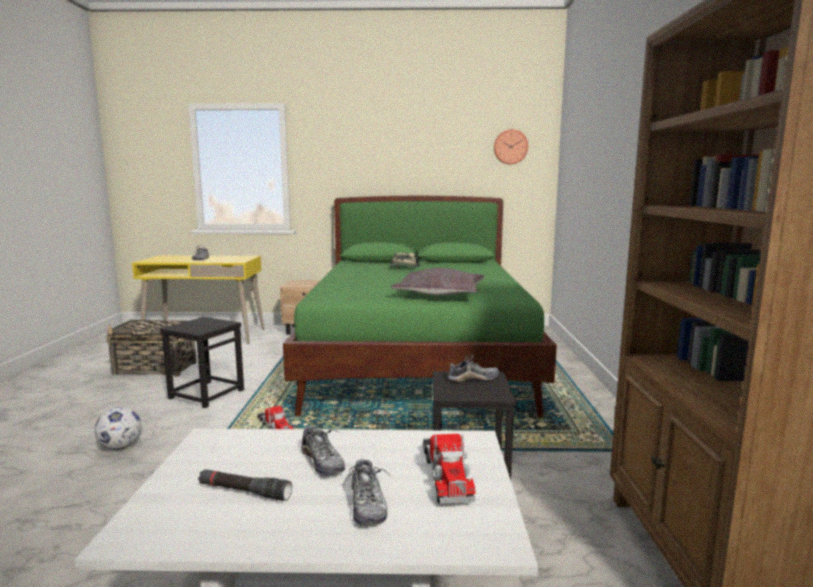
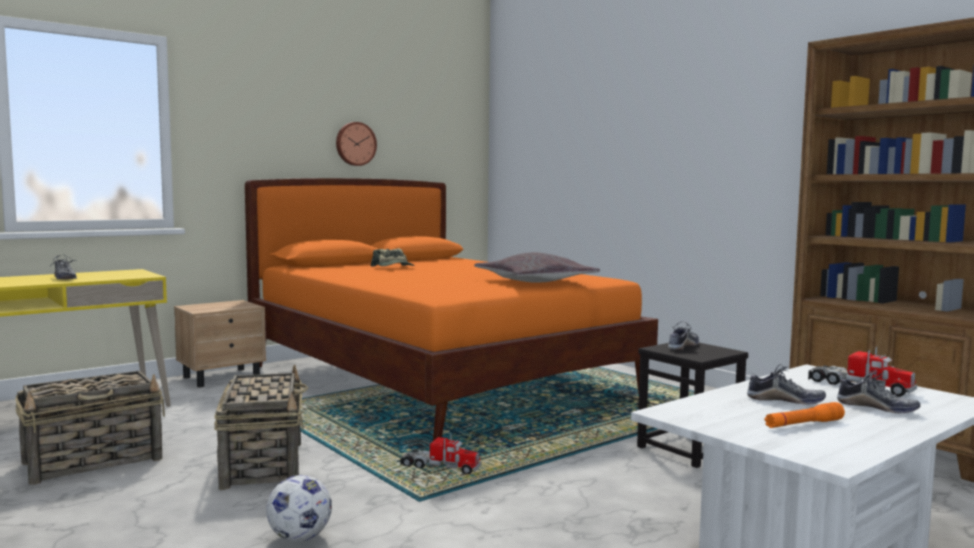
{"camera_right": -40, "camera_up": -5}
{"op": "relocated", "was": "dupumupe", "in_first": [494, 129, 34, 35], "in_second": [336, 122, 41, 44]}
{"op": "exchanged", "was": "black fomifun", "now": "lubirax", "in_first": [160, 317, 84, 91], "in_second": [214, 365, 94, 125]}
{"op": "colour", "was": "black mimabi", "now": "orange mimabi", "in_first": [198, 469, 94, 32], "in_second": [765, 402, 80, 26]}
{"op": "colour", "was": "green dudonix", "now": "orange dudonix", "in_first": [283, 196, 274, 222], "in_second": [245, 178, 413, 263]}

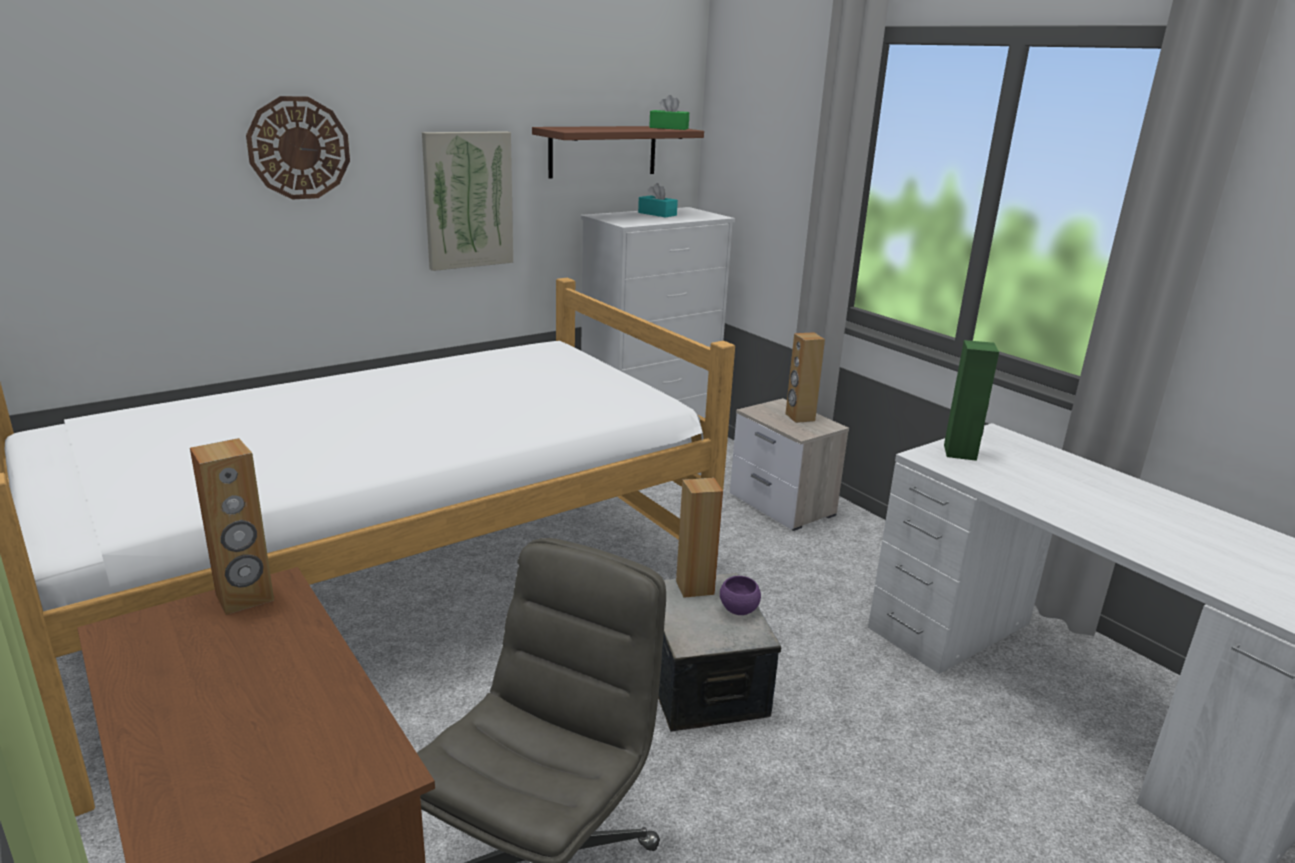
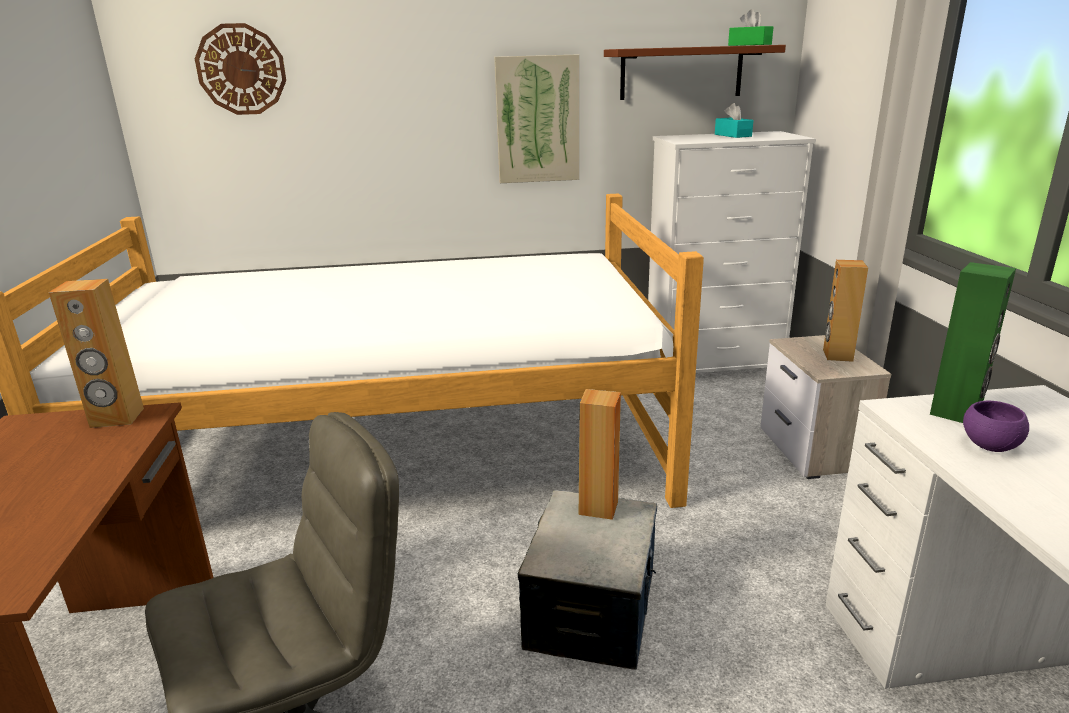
{"camera_right": 30, "camera_up": 0}
{"op": "relocated", "was": "dupumupe", "in_first": [246, 96, 104, 104], "in_second": [195, 23, 91, 92]}
{"op": "relocated", "was": "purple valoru", "in_first": [720, 576, 41, 39], "in_second": [963, 400, 66, 52]}

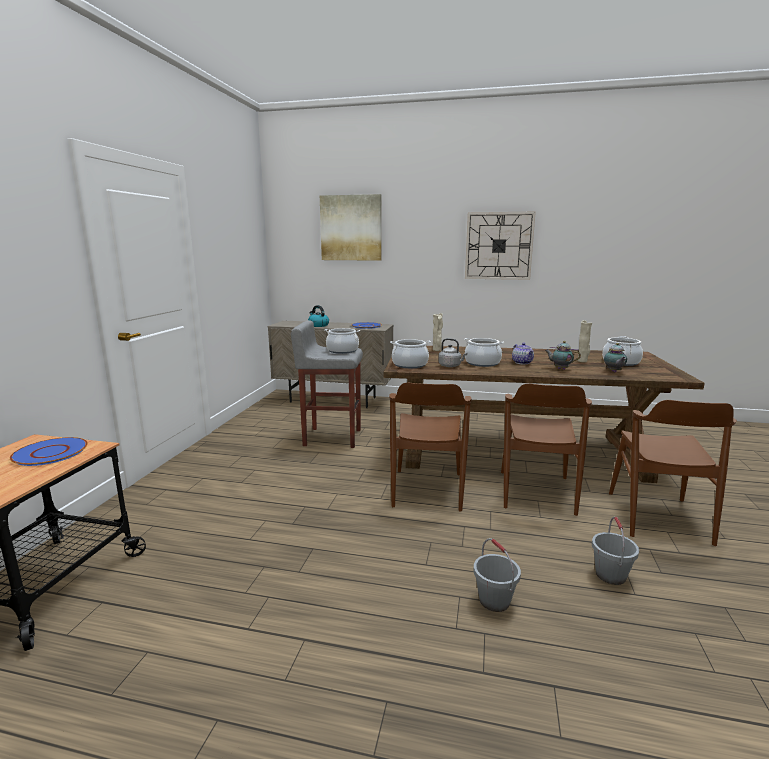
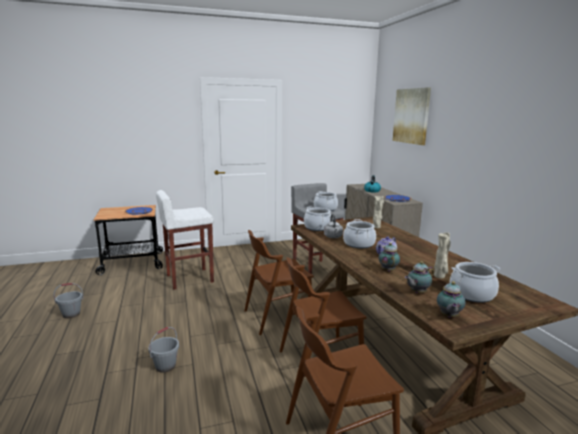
{"camera_right": 60, "camera_up": 0}
{"op": "missing", "was": "dupumupe", "in_first": [465, 211, 71, 69]}
{"op": "appeared", "now": "white fomifun", "in_second": [156, 190, 58, 100]}
{"op": "appeared", "now": "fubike", "in_second": [437, 281, 29, 37]}
{"op": "relocated", "was": "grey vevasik", "in_first": [592, 517, 47, 68], "in_second": [54, 283, 30, 35]}

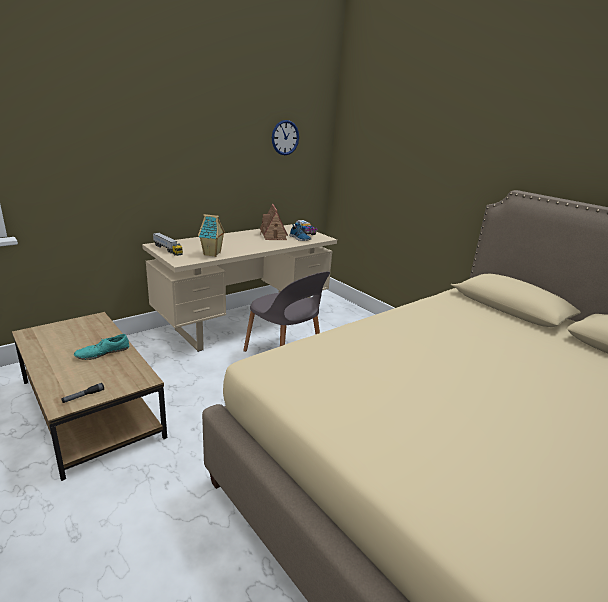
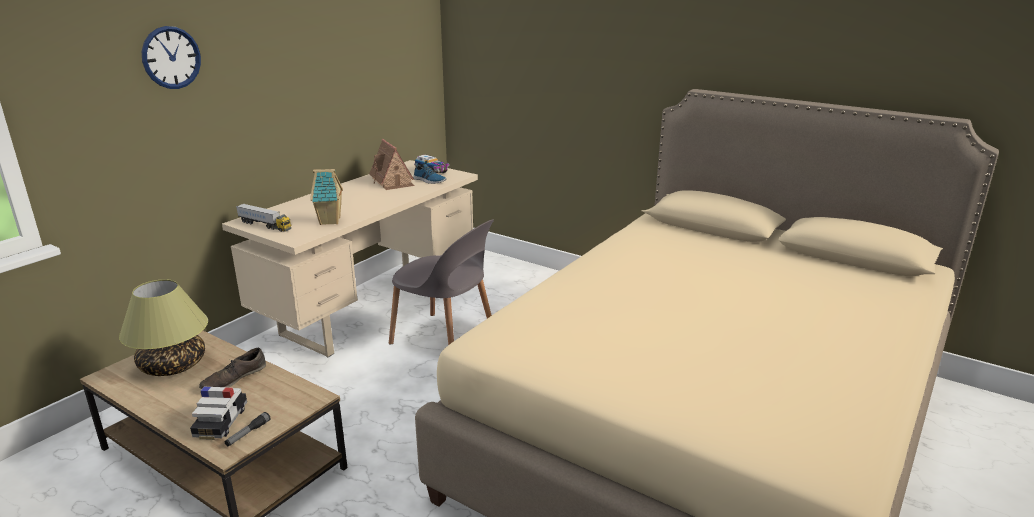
{"camera_right": -15, "camera_up": 0}
{"op": "appeared", "now": "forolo", "in_second": [119, 279, 89, 97]}
{"op": "appeared", "now": "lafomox", "in_second": [190, 387, 57, 53]}
{"op": "relocated", "was": "dupumupe", "in_first": [272, 120, 27, 35], "in_second": [142, 26, 59, 63]}
{"op": "colour", "was": "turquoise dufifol", "now": "brown dufifol", "in_first": [74, 334, 55, 26], "in_second": [199, 348, 67, 41]}

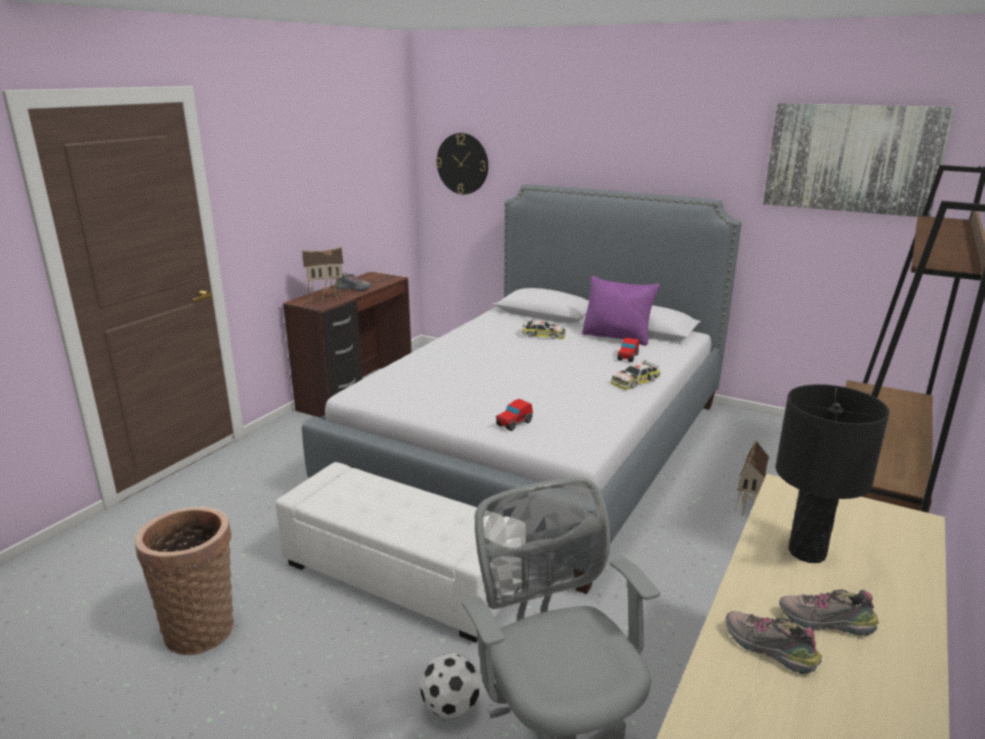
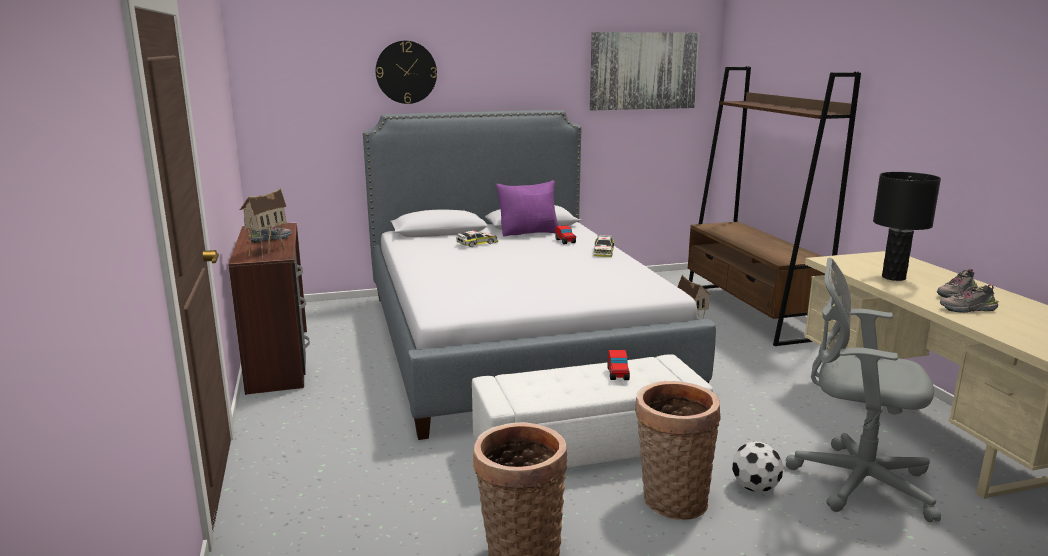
{"camera_right": -45, "camera_up": -5}
{"op": "appeared", "now": "lubirax", "in_second": [635, 381, 86, 139]}
{"op": "relocated", "was": "dupumupe", "in_first": [436, 133, 52, 61], "in_second": [375, 41, 62, 63]}
{"op": "relocated", "was": "lafomox", "in_first": [496, 399, 37, 32], "in_second": [607, 350, 23, 30]}

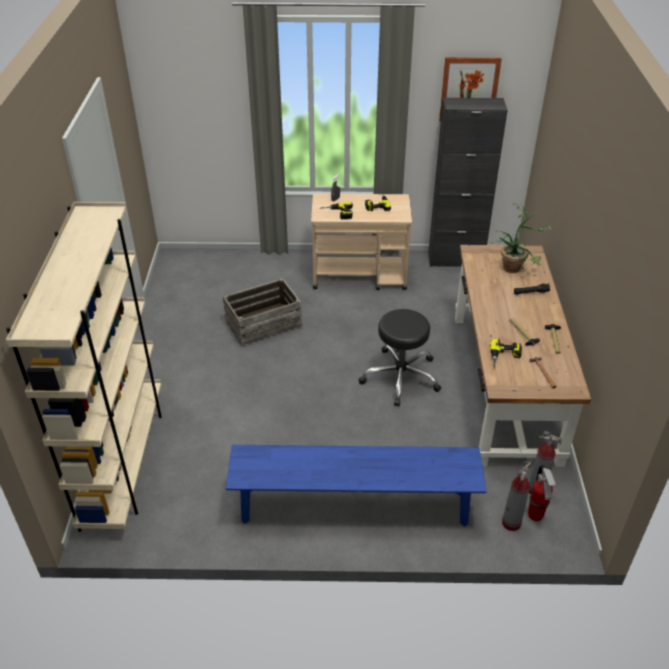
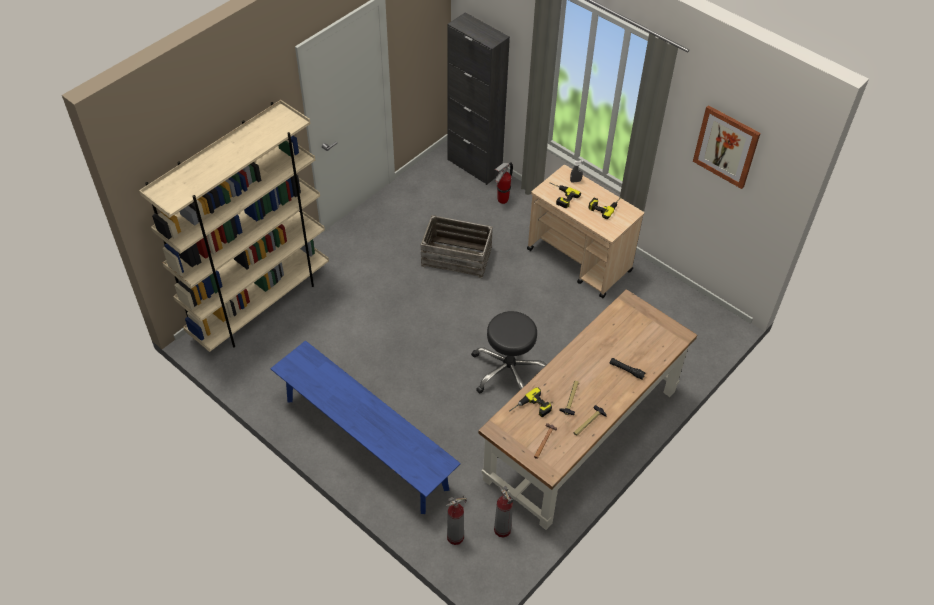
{"camera_right": 40, "camera_up": 10}
{"op": "missing", "was": "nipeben", "in_first": [490, 203, 62, 70]}
{"op": "relocated", "was": "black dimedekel", "in_first": [428, 98, 80, 169], "in_second": [447, 12, 63, 173]}
{"op": "relocated", "was": "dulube", "in_first": [528, 465, 28, 56], "in_second": [495, 162, 18, 42]}

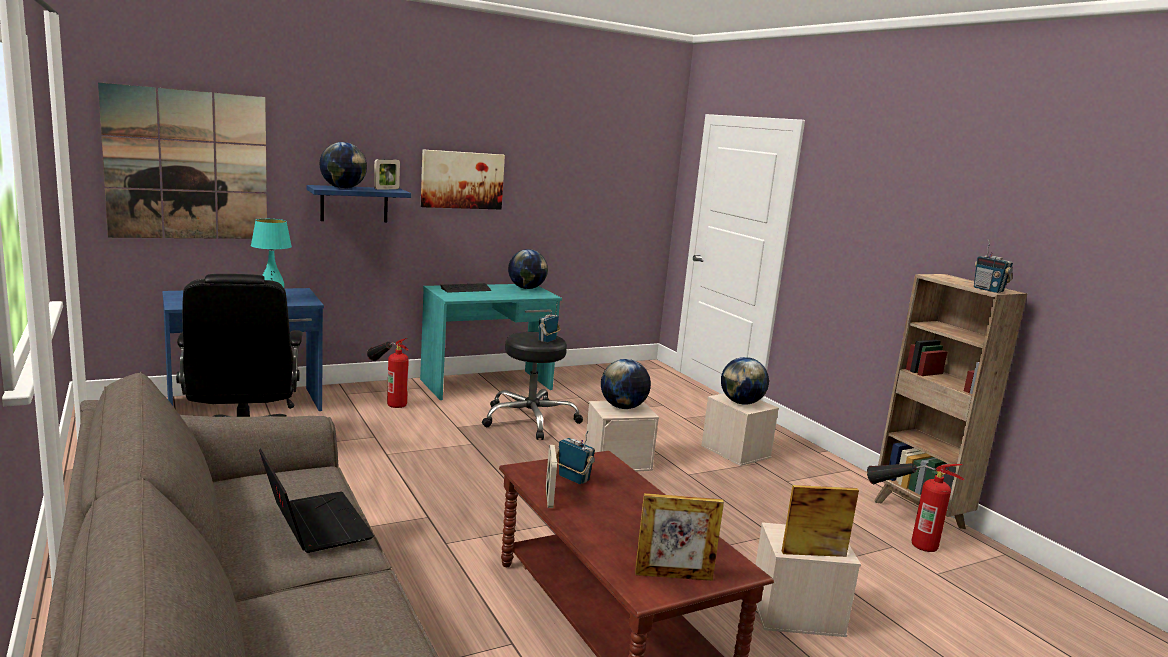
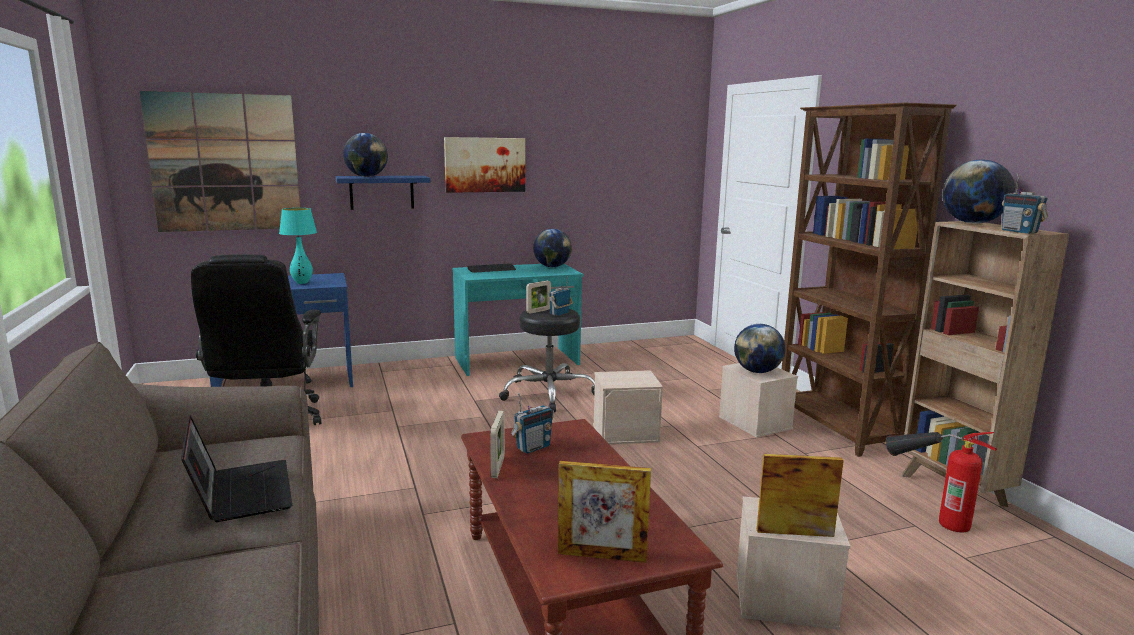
{"camera_right": 10, "camera_up": 0}
{"op": "missing", "was": "dulube", "in_first": [367, 338, 42, 70]}
{"op": "appeared", "now": "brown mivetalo", "in_second": [782, 102, 175, 355]}
{"op": "relocated", "was": "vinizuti", "in_first": [374, 159, 26, 31], "in_second": [526, 280, 25, 34]}
{"op": "relocated", "was": "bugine", "in_first": [601, 359, 50, 50], "in_second": [942, 160, 73, 64]}
{"op": "spun", "was": "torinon", "in_first": [556, 430, 39, 54], "in_second": [511, 393, 42, 61], "clockwise": 90}

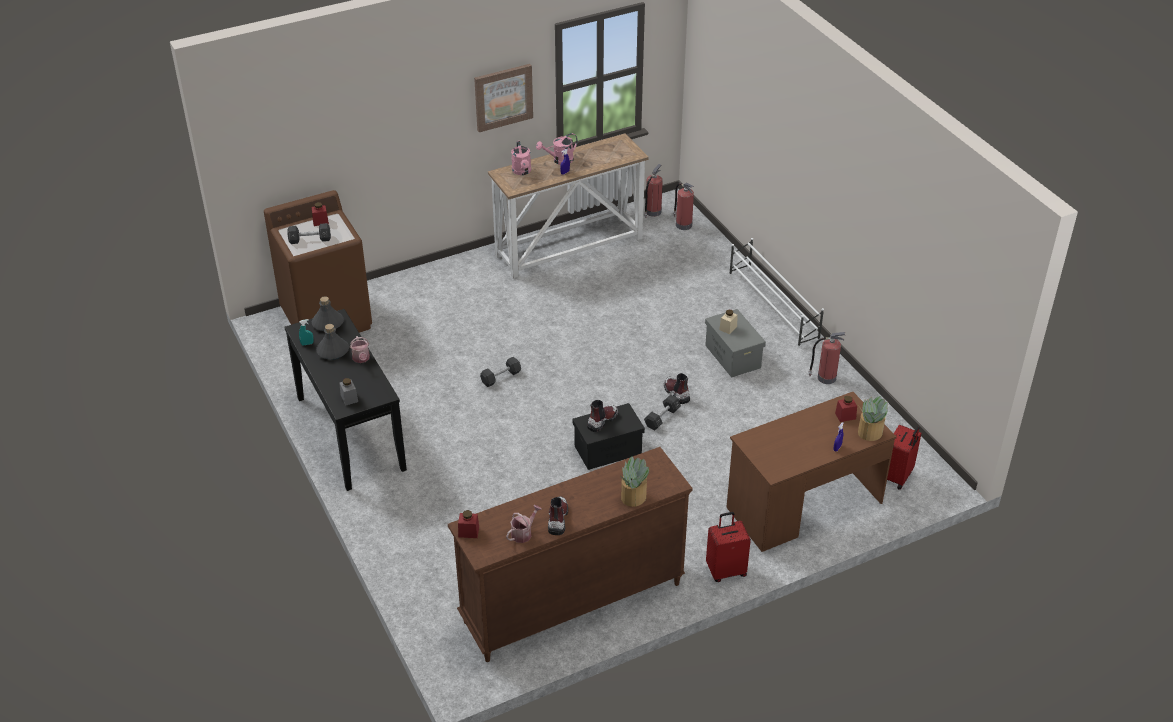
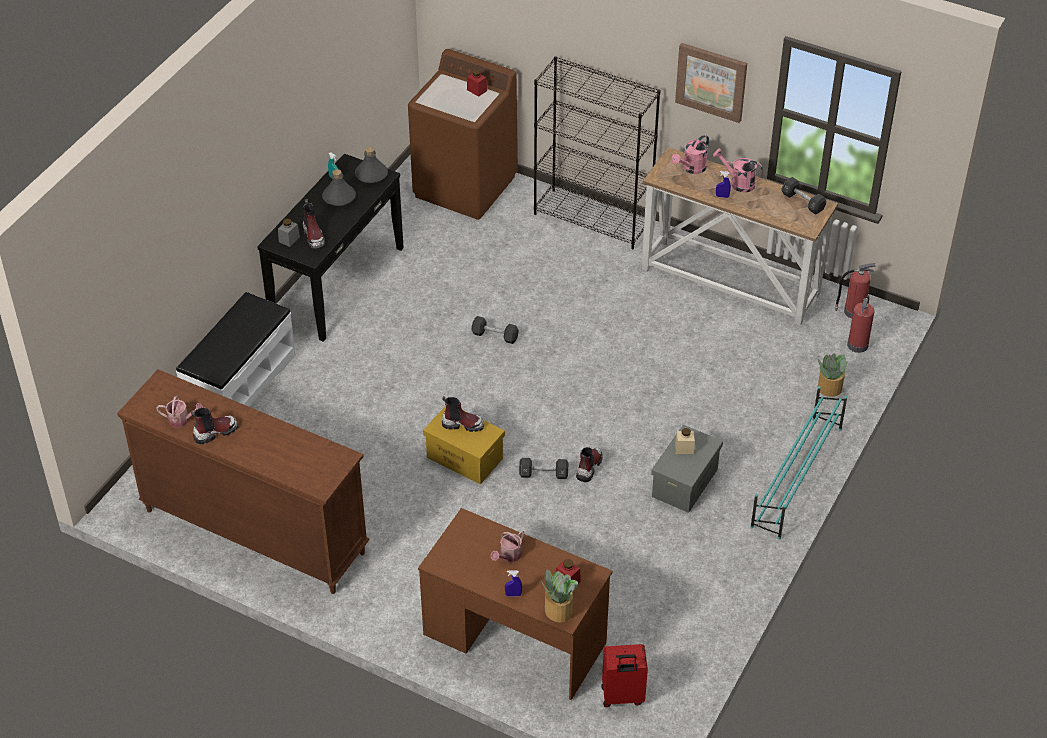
{"camera_right": 55, "camera_up": 5}
{"op": "missing", "was": "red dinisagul", "in_first": [458, 510, 21, 28]}
{"op": "missing", "was": "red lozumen", "in_first": [706, 512, 45, 70]}
{"op": "missing", "was": "dulube", "in_first": [808, 332, 37, 52]}
{"op": "appeared", "now": "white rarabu", "in_second": [176, 292, 120, 115]}
{"op": "appeared", "now": "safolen", "in_second": [302, 199, 23, 51]}
{"op": "appeared", "now": "black mivetalo", "in_second": [534, 56, 127, 193]}
{"op": "relocated", "was": "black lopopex", "in_first": [287, 223, 44, 21], "in_second": [781, 177, 46, 38]}
{"op": "relocated", "was": "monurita", "in_first": [350, 336, 20, 27], "in_second": [491, 530, 34, 32]}
{"op": "relocated", "was": "nipeben", "in_first": [620, 456, 29, 51], "in_second": [818, 353, 30, 44]}
{"op": "colour", "was": "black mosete", "now": "yellow mosete", "in_first": [572, 403, 73, 67], "in_second": [423, 406, 82, 78]}
{"op": "colour", "was": "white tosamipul", "now": "turquoise tosamipul", "in_first": [729, 238, 95, 110], "in_second": [750, 386, 97, 153]}

